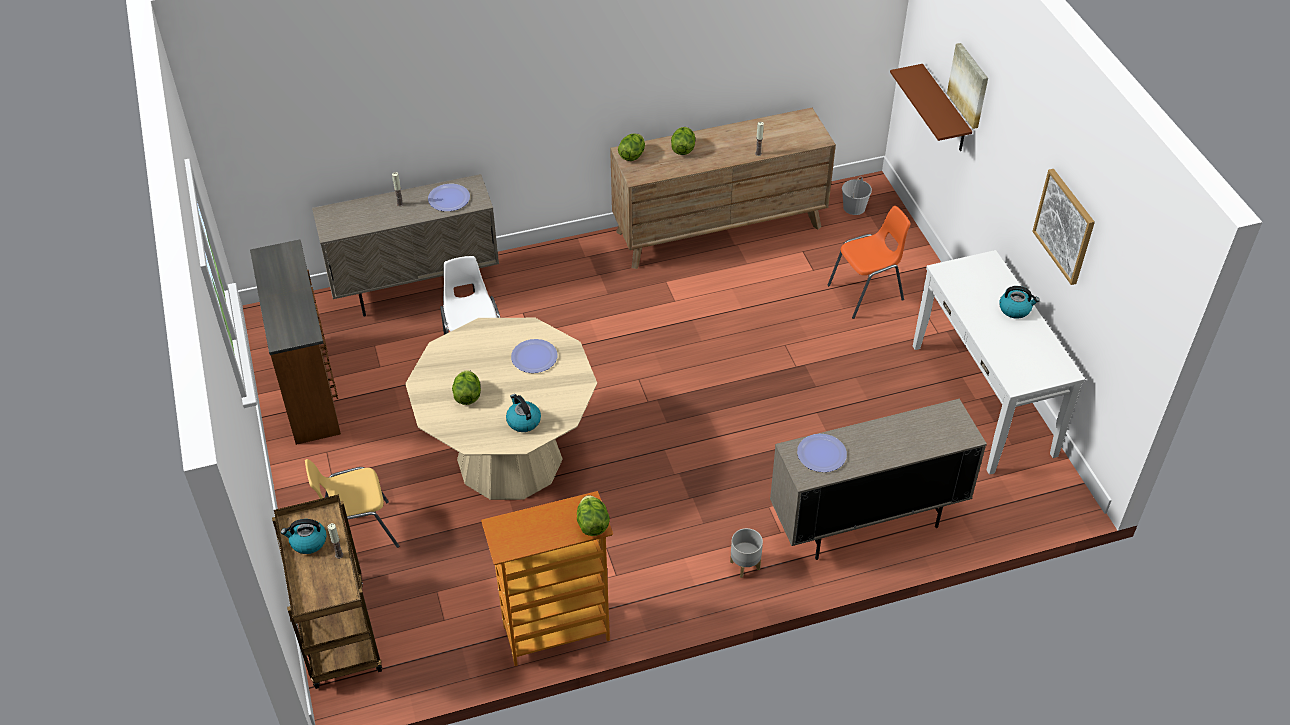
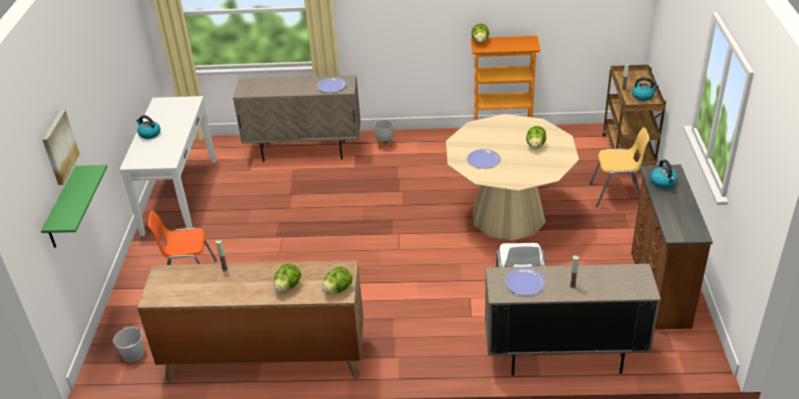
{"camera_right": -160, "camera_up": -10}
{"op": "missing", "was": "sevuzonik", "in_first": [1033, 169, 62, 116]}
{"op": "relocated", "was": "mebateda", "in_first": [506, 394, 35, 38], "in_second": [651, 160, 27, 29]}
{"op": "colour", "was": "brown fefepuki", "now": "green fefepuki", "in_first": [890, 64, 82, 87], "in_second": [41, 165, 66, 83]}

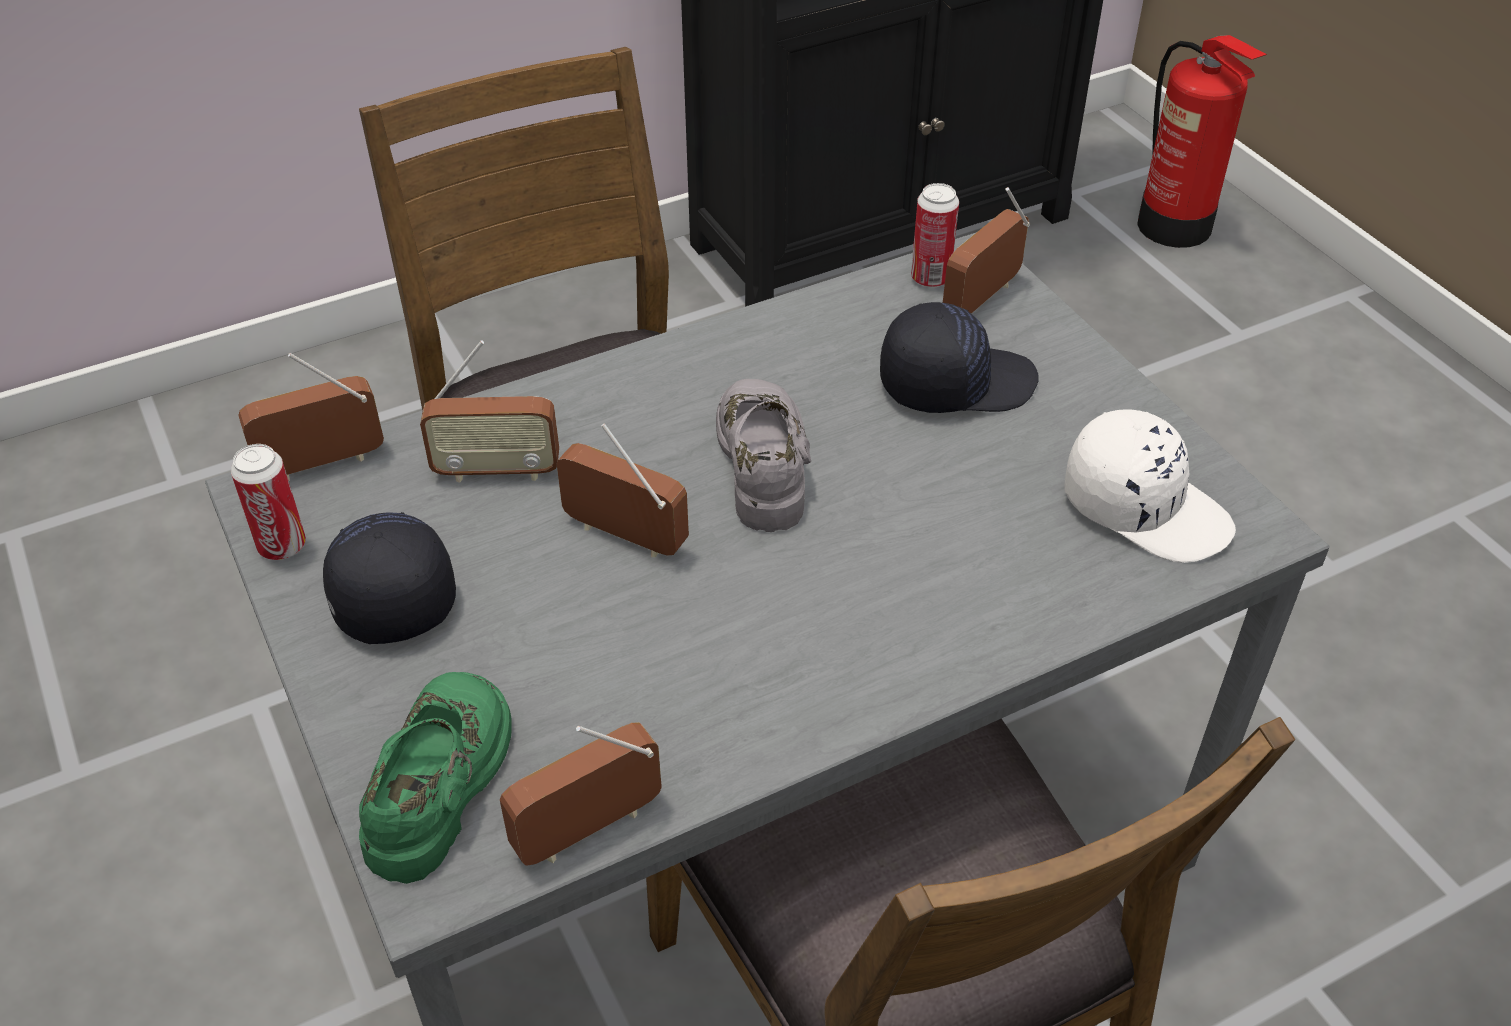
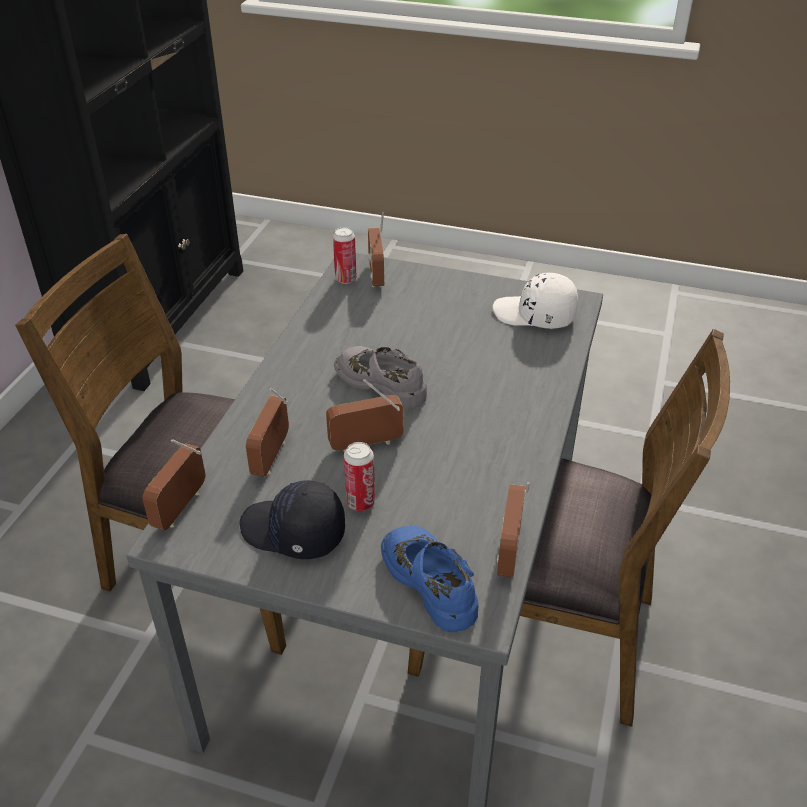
{"camera_right": -45, "camera_up": -5}
{"op": "missing", "was": "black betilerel", "in_first": [880, 302, 159, 111]}
{"op": "missing", "was": "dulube", "in_first": [1137, 35, 130, 213]}
{"op": "relocated", "was": "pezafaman", "in_first": [231, 444, 75, 116], "in_second": [344, 442, 31, 69]}
{"op": "colour", "was": "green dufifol", "now": "blue dufifol", "in_first": [359, 672, 153, 212], "in_second": [381, 526, 97, 106]}
{"op": "spun", "was": "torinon", "in_first": [420, 340, 139, 143], "in_second": [246, 388, 43, 88], "clockwise": 150}
{"op": "spun", "was": "white betilerel", "in_first": [1064, 409, 172, 154], "in_second": [493, 273, 85, 56], "clockwise": -150}

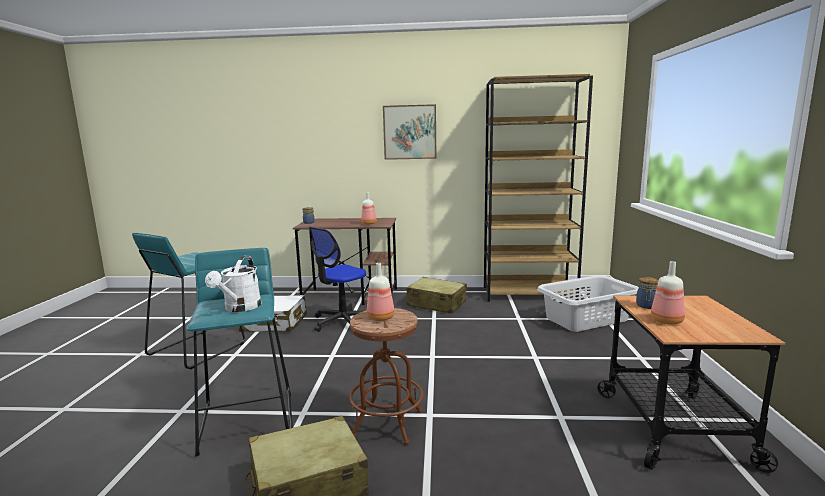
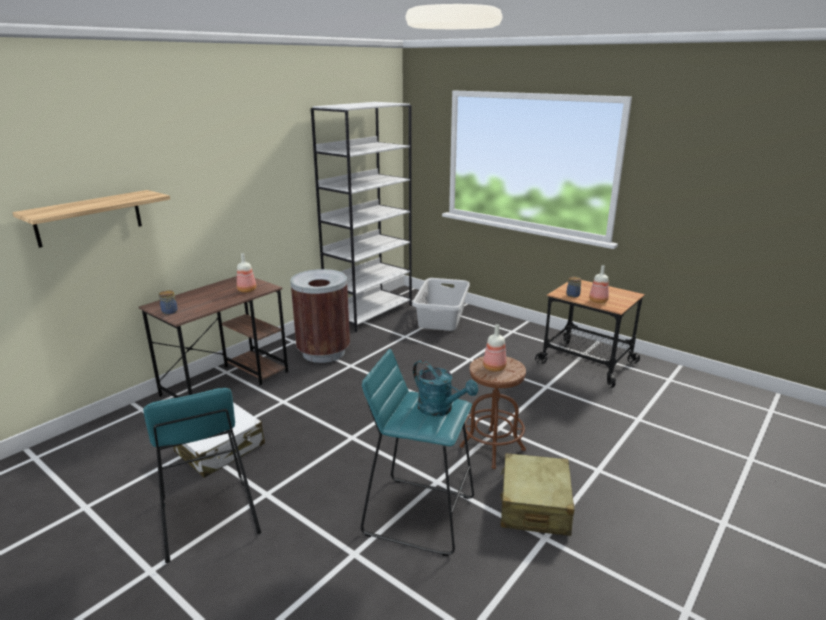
{"camera_right": -55, "camera_up": 10}
{"op": "missing", "was": "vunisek", "in_first": [309, 227, 57, 105]}
{"op": "missing", "was": "sevuzonik", "in_first": [383, 104, 53, 56]}
{"op": "appeared", "now": "fefepuki", "in_second": [12, 190, 158, 58]}
{"op": "exchanged", "was": "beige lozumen", "now": "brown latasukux", "in_first": [406, 277, 61, 37], "in_second": [290, 269, 60, 94]}
{"op": "colour", "was": "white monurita", "now": "turquoise monurita", "in_first": [205, 256, 56, 56], "in_second": [413, 360, 65, 57]}
{"op": "colour", "was": "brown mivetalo", "now": "white mivetalo", "in_first": [484, 74, 109, 228], "in_second": [311, 102, 101, 230]}

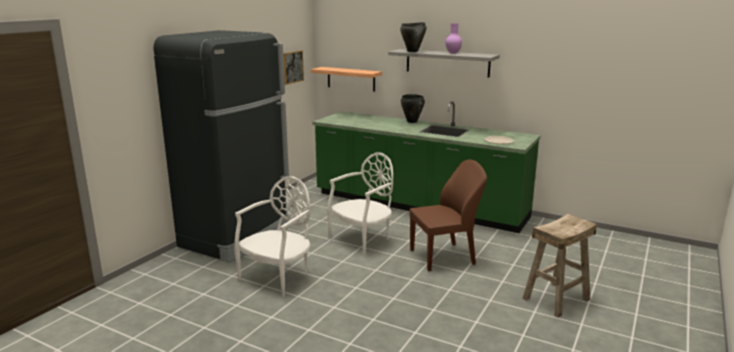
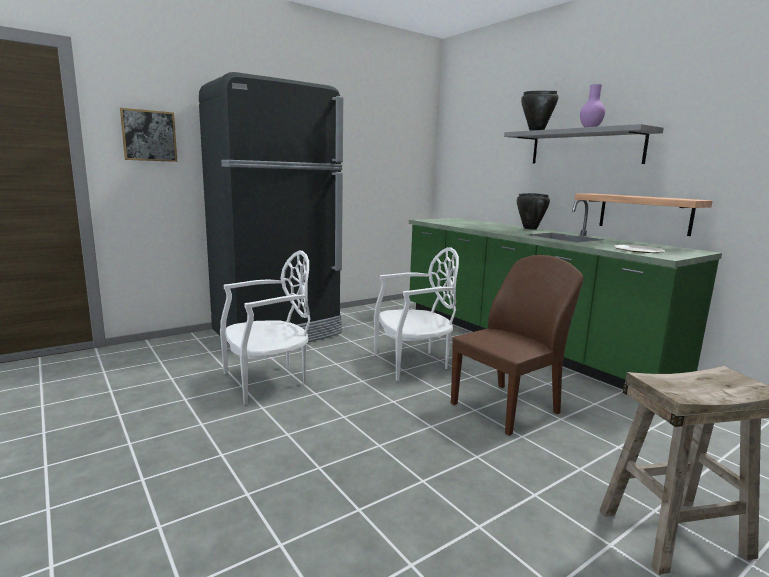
{"camera_right": 25, "camera_up": -5}
{"op": "relocated", "was": "sevuzonik", "in_first": [283, 51, 21, 34], "in_second": [120, 108, 57, 54]}
{"op": "relocated", "was": "fefepuki", "in_first": [311, 67, 71, 25], "in_second": [575, 194, 138, 42]}
{"op": "spun", "was": "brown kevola", "in_first": [410, 159, 77, 112], "in_second": [451, 255, 132, 181], "clockwise": -45}

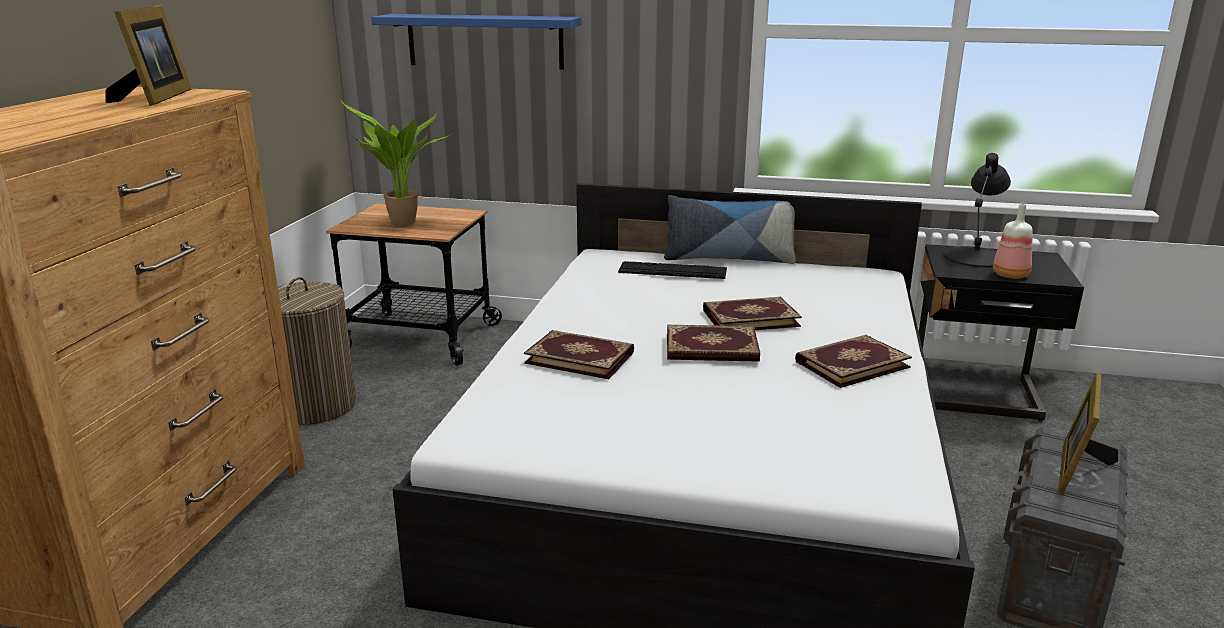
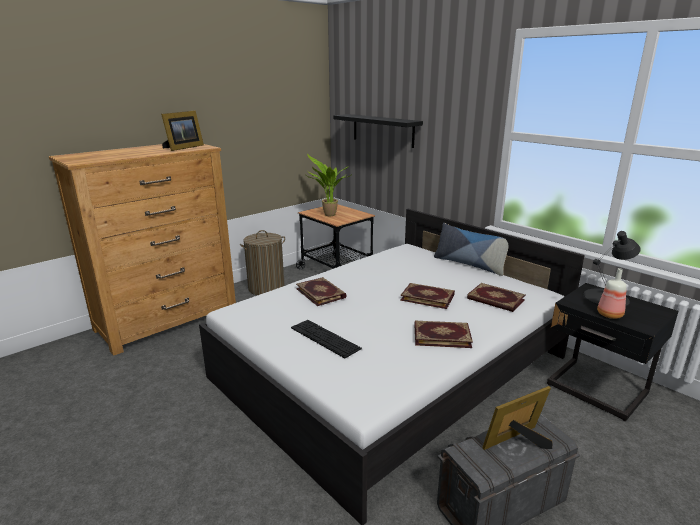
{"camera_right": 35, "camera_up": 0}
{"op": "relocated", "was": "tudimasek", "in_first": [618, 261, 109, 18], "in_second": [291, 320, 71, 38]}
{"op": "relocated", "was": "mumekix", "in_first": [667, 325, 93, 37], "in_second": [467, 283, 59, 29]}
{"op": "colour", "was": "blue fefepuki", "now": "black fefepuki", "in_first": [371, 14, 211, 56], "in_second": [333, 114, 90, 34]}

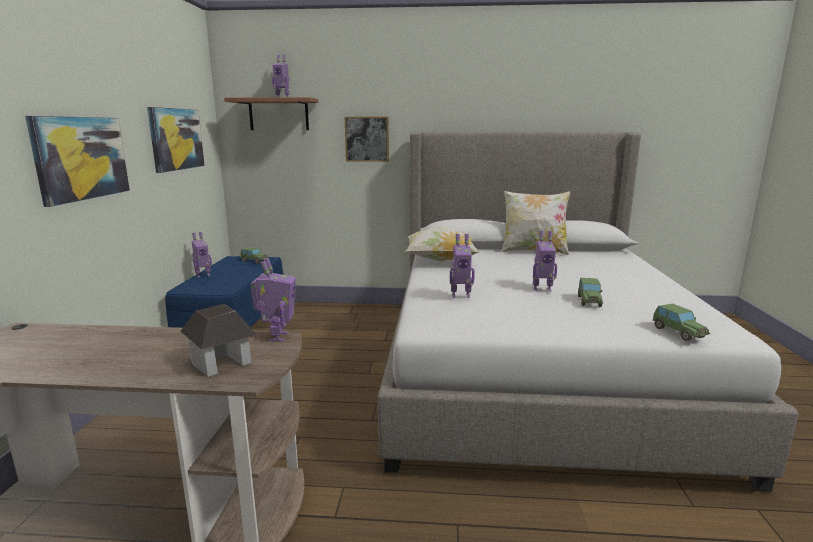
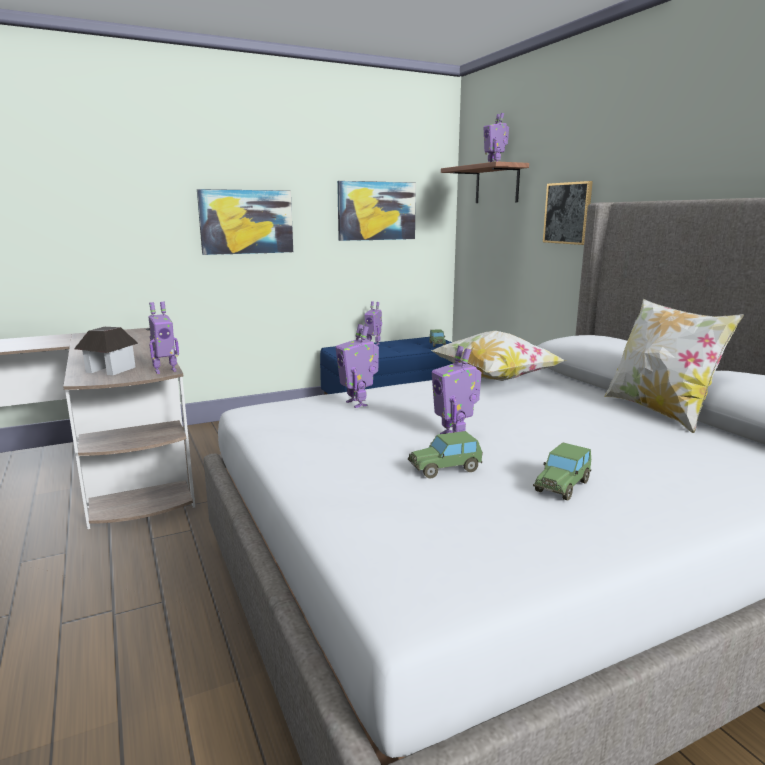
{"camera_right": 60, "camera_up": 0}
{"op": "relocated", "was": "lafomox", "in_first": [652, 303, 58, 38], "in_second": [533, 443, 58, 58]}

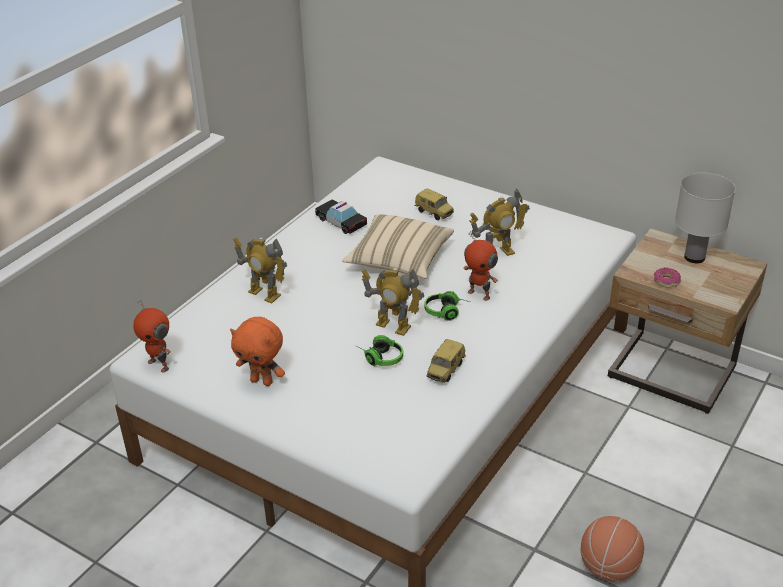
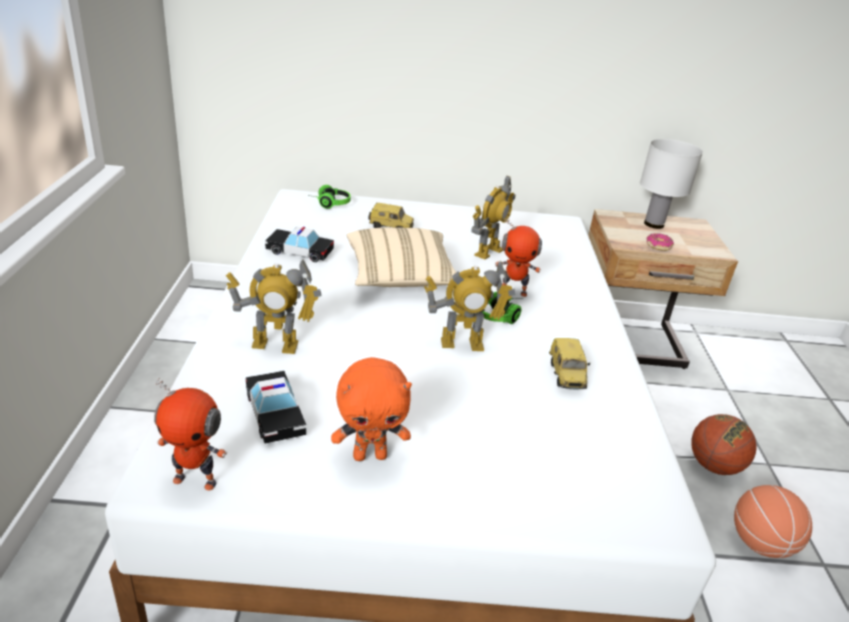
{"camera_right": -35, "camera_up": -5}
{"op": "appeared", "now": "lafomox", "in_second": [246, 371, 60, 73]}
{"op": "appeared", "now": "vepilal", "in_second": [691, 414, 66, 61]}
{"op": "relocated", "was": "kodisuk", "in_first": [357, 335, 46, 31], "in_second": [307, 185, 44, 24]}

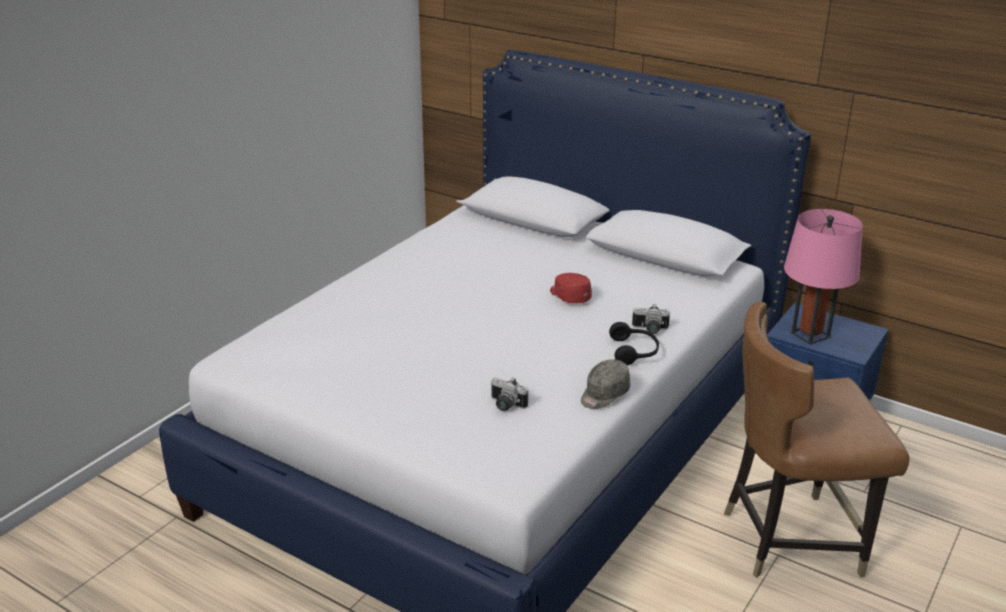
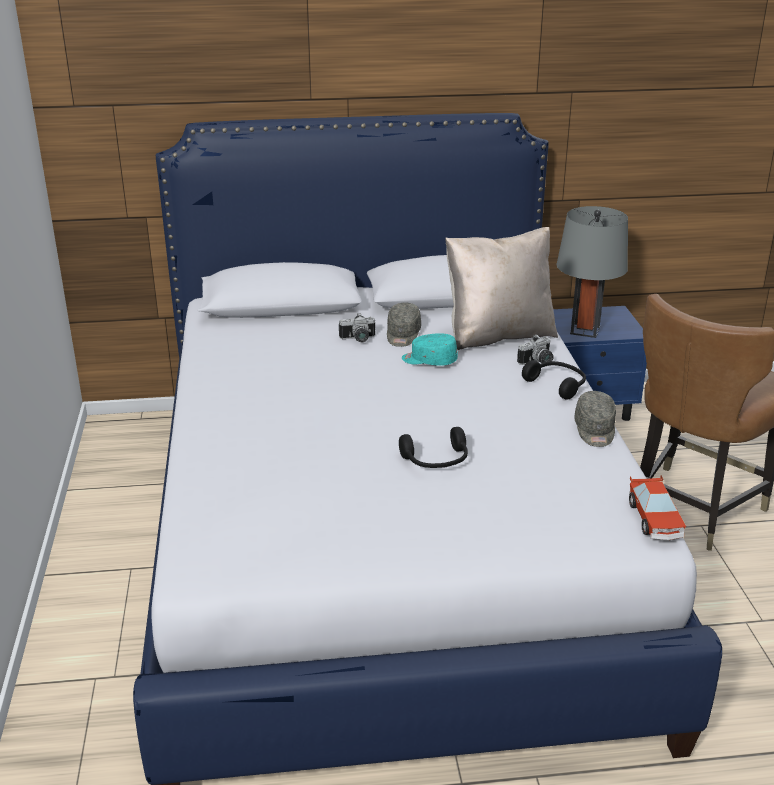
{"camera_right": -40, "camera_up": 0}
{"op": "appeared", "now": "grey betilerel", "in_second": [387, 303, 34, 44]}
{"op": "appeared", "now": "black kodisuk", "in_second": [399, 427, 69, 41]}
{"op": "appeared", "now": "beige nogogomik", "in_second": [445, 227, 113, 123]}
{"op": "appeared", "now": "lafomox", "in_second": [629, 475, 57, 65]}
{"op": "relocated", "was": "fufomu", "in_first": [491, 378, 37, 33], "in_second": [339, 313, 36, 29]}
{"op": "colour", "was": "red betilerel", "now": "turquoise betilerel", "in_first": [550, 273, 42, 31], "in_second": [402, 333, 56, 33]}
{"op": "colour", "was": "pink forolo", "now": "grey forolo", "in_first": [784, 209, 79, 136], "in_second": [556, 206, 72, 132]}

